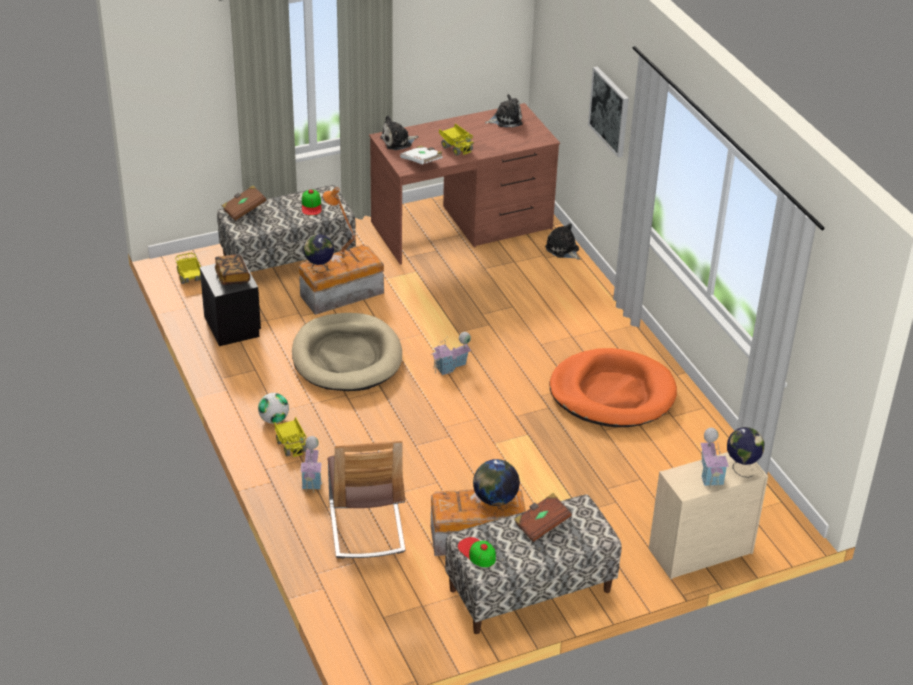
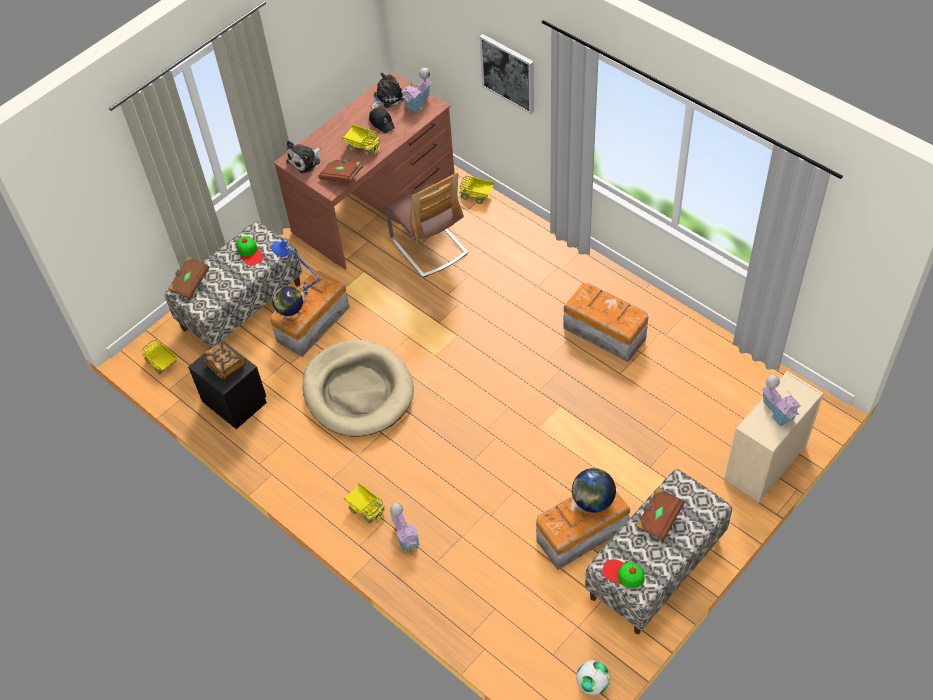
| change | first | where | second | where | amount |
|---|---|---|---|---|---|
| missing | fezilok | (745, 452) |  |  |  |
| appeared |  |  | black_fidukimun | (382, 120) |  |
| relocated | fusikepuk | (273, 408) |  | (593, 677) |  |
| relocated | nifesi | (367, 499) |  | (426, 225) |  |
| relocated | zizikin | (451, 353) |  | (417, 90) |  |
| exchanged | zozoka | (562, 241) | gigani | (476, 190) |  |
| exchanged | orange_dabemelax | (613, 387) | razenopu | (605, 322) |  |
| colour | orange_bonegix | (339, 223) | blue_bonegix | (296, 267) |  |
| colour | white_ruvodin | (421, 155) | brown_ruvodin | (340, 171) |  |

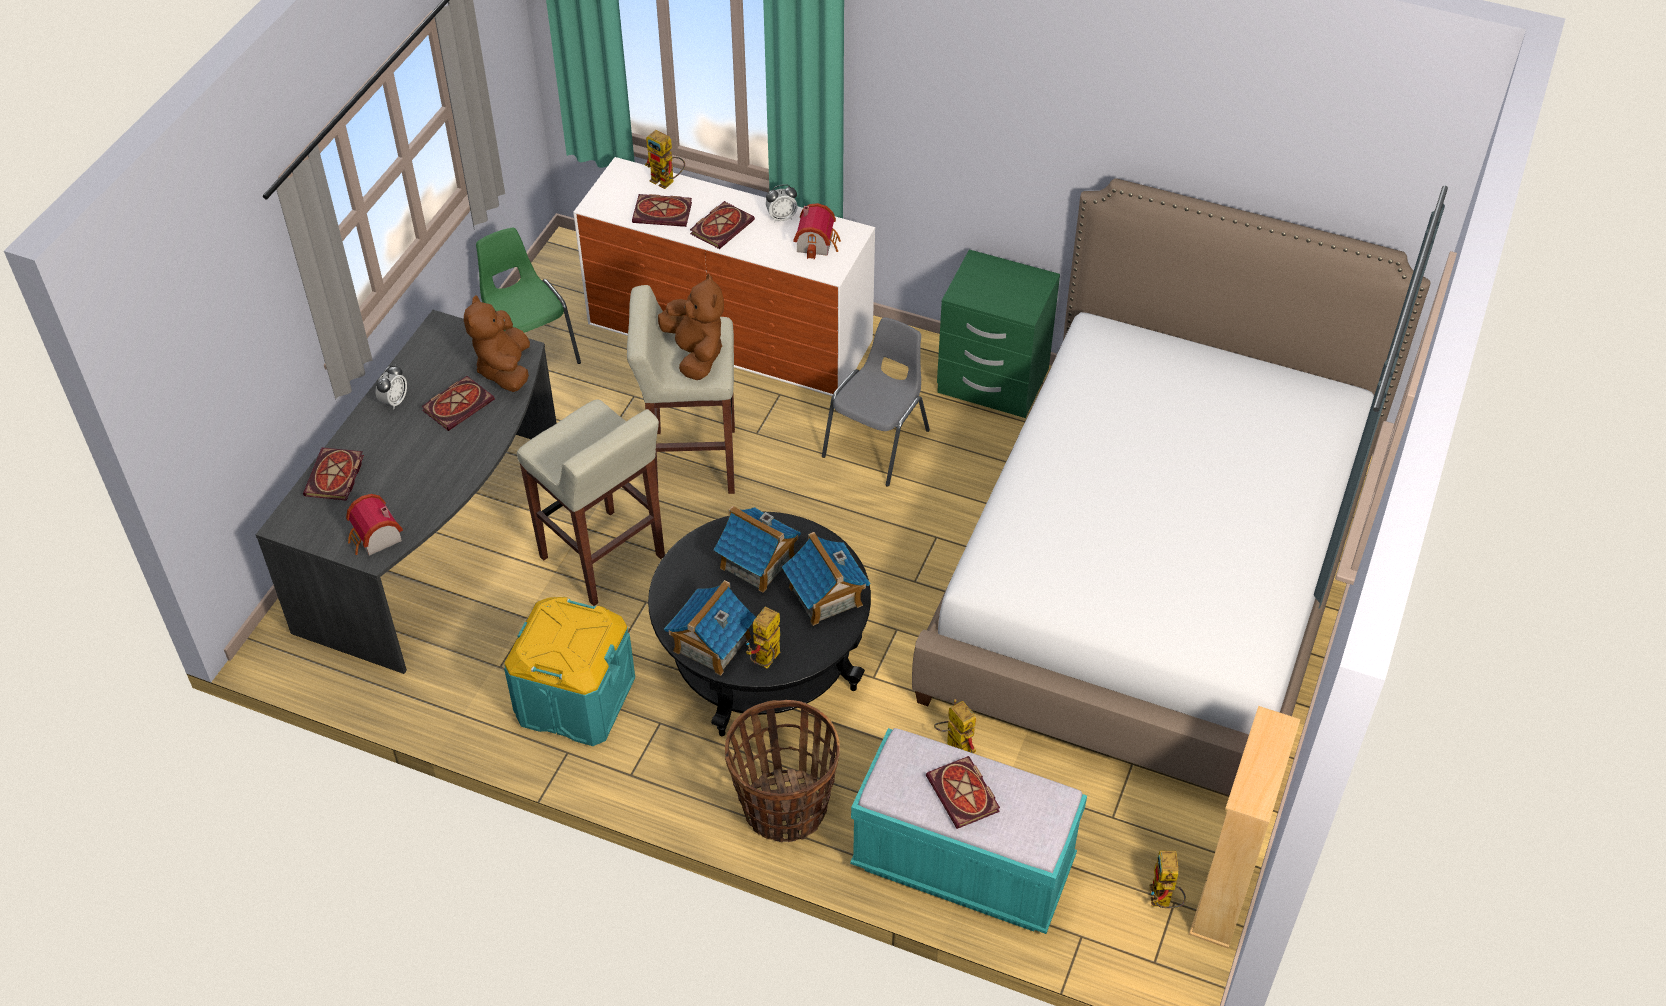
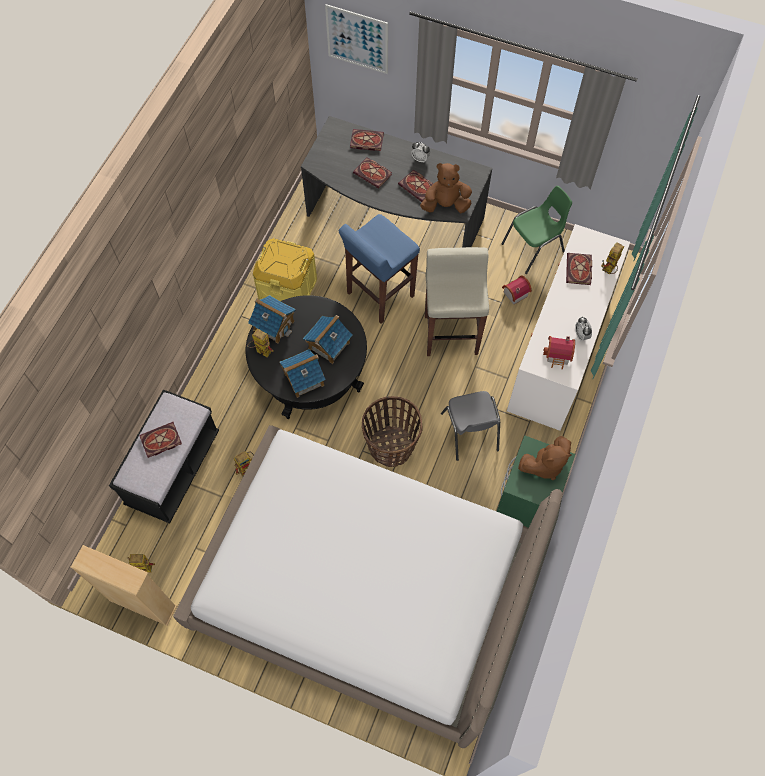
| change | first | where | second | where | amount |
|---|---|---|---|---|---|
| appeared |  |  | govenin | (356, 39) |  |
| relocated | zizikin | (374, 525) |  | (517, 290) |  |
| relocated | brown_zozoka | (691, 327) |  | (545, 458) |  |
| relocated | ruvodin | (722, 225) |  | (372, 173) |  |
| relocated | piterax | (782, 771) |  | (392, 431) |  |
| colour | turquoise_razenopu | (569, 671) | yellow_razenopu | (285, 269) |  |
| colour | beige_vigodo | (591, 503) | blue_vigodo | (379, 269) |  |
| colour | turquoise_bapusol | (968, 831) | black_bapusol | (164, 456) |  |
| spun | grey_nifesi | (876, 402) |  | (470, 426) | 45 degrees clockwise |

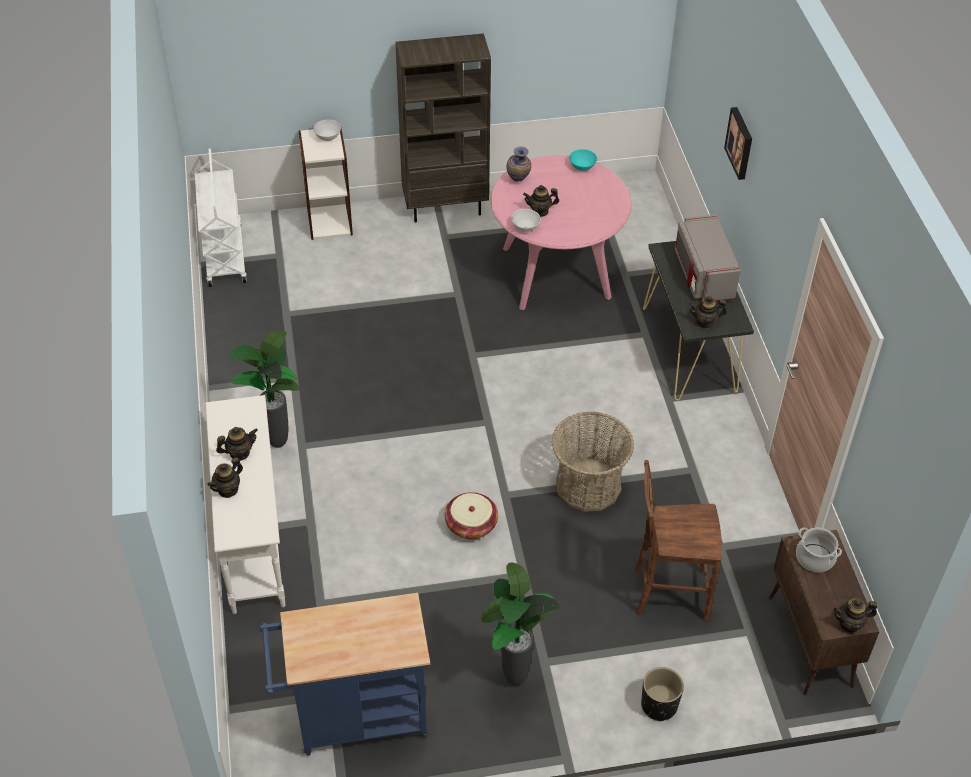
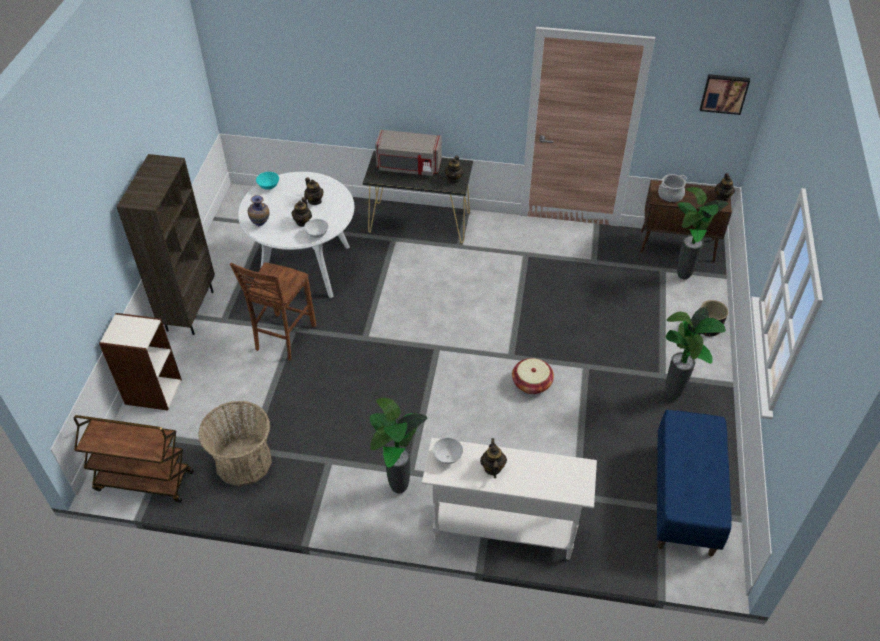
| change | first | where | second | where | amount |
|---|---|---|---|---|---|
| appeared |  |  | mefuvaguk | (702, 233) |  |
| relocated | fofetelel | (225, 477) |  | (314, 191) |  |
| relocated | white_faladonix | (327, 130) |  | (448, 450) |  |
| relocated | piterax | (592, 461) |  | (235, 444) |  |
| relocated | brown_nifesi | (677, 540) |  | (273, 311) |  |
| relocated | govenin | (738, 143) |  | (725, 94) |  |
| exchanged | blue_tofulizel | (345, 674) | blue_bapusol | (694, 483) |  |
| colour | white_tofulizel | (221, 218) | brown_tofulizel | (134, 459) |  |
| colour | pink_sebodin | (561, 232) | white_sebodin | (296, 235) |  |

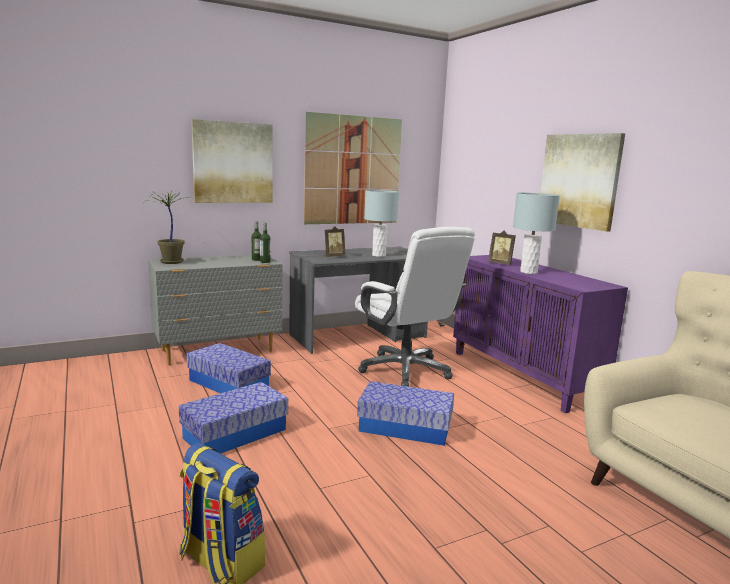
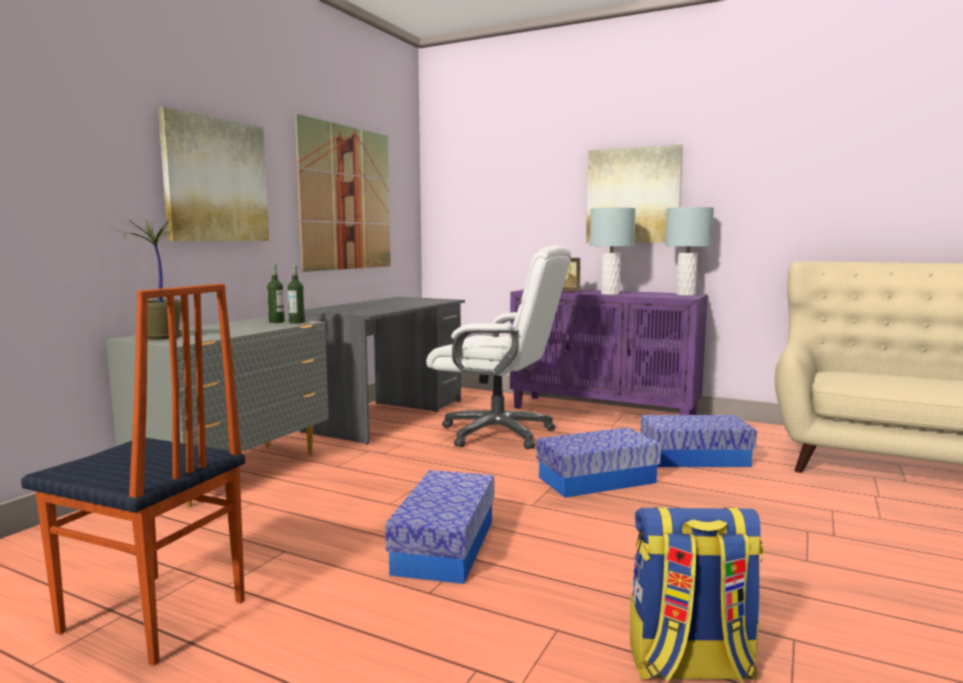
| change | first | where | second | where | amount |
|---|---|---|---|---|---|
| missing | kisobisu | (334, 241) |  |  |  |
| appeared |  |  | nifesi | (133, 475) |  |
| relocated | razenopu | (228, 368) |  | (698, 441) |  |
| relocated | grey_bonegix | (381, 223) |  | (689, 251) |  |

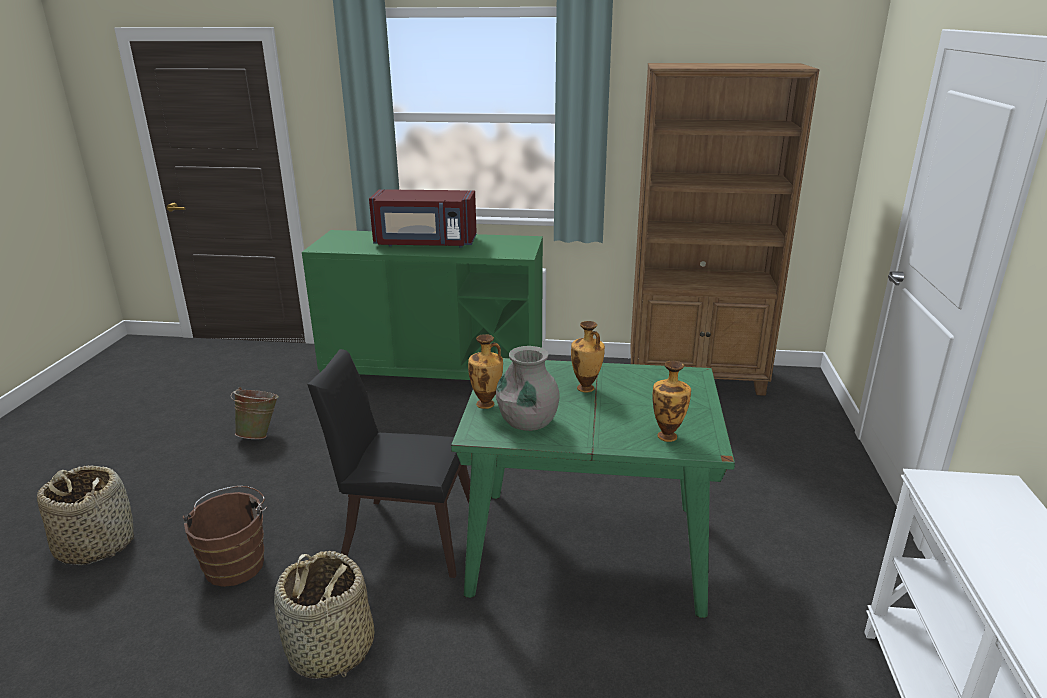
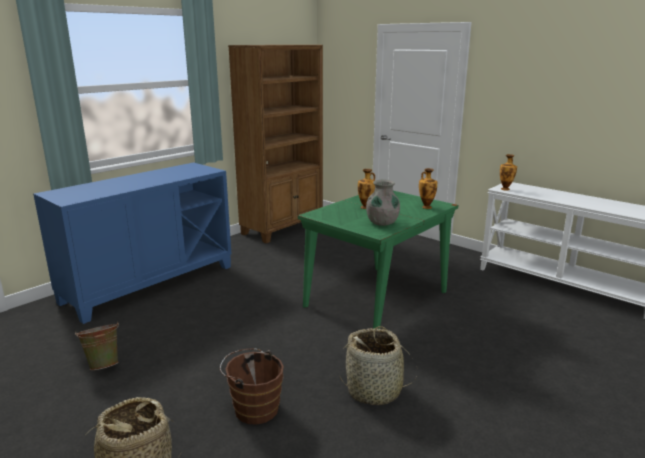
| change | first | where | second | where | amount |
|---|---|---|---|---|---|
| missing | black_nifesi | (388, 463) |  |  |  |
| missing | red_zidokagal | (423, 218) |  |  |  |
| relocated | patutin | (485, 371) |  | (508, 172) |  |
| colour | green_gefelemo | (422, 305) | blue_gefelemo | (132, 243) |  |

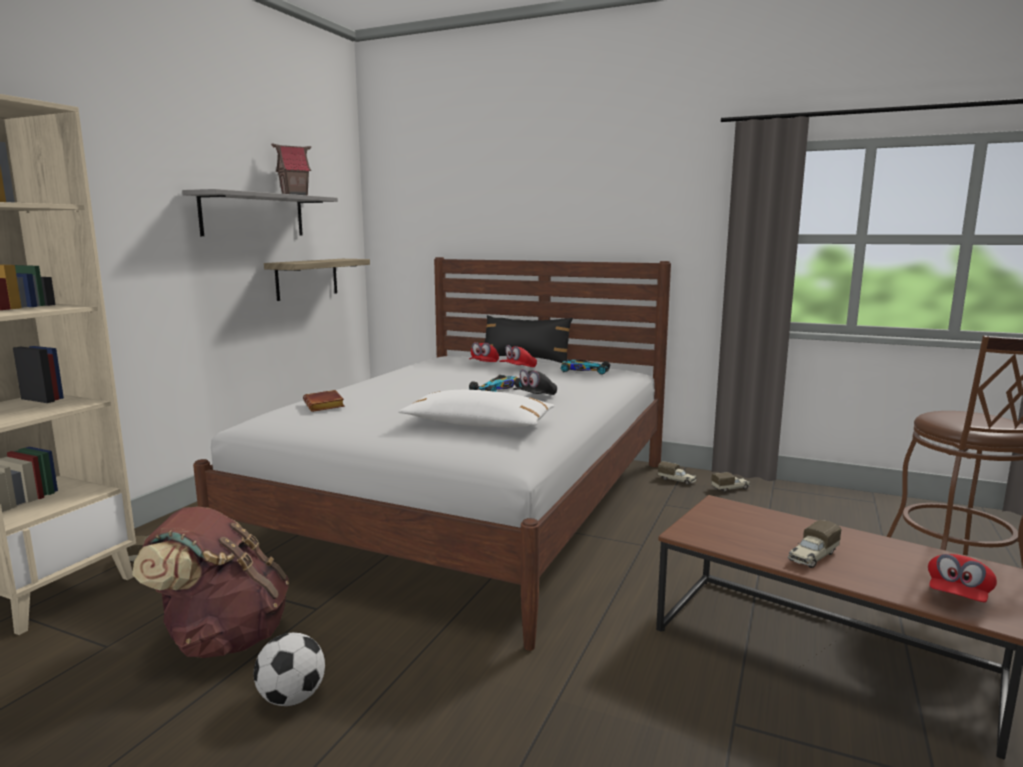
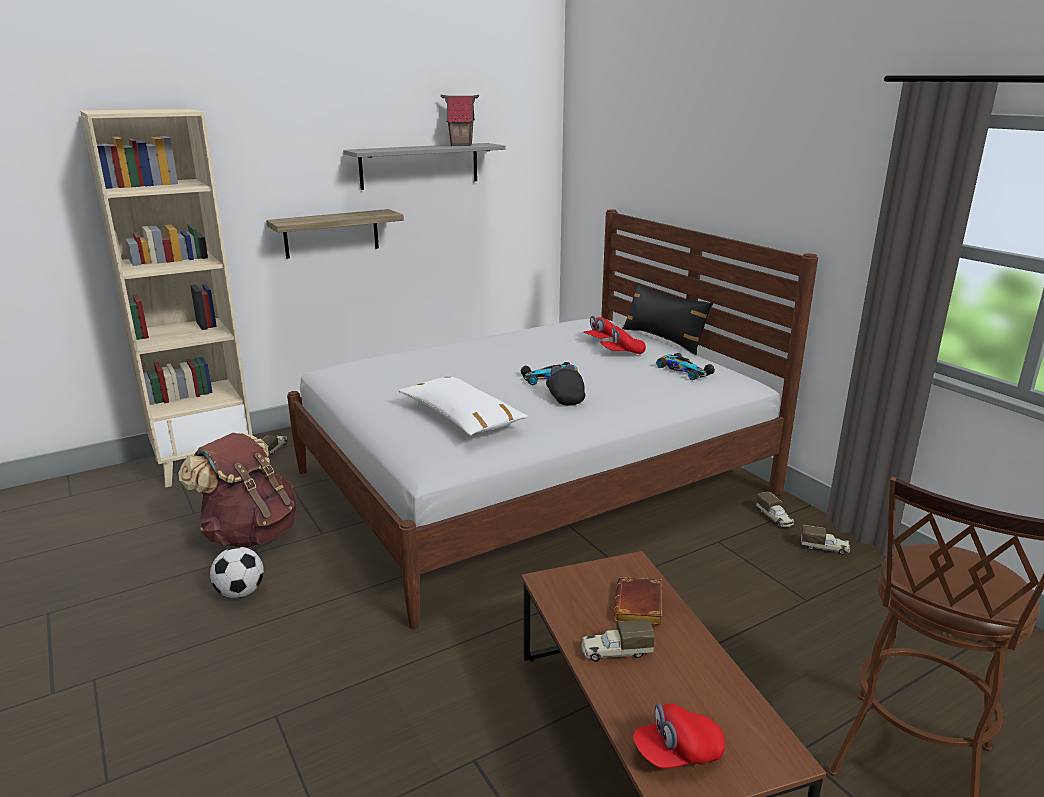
| change | first | where | second | where | amount |
|---|---|---|---|---|---|
| relocated | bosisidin | (317, 280) |  | (335, 234) |  |
| relocated | brown_ruvodin | (324, 401) |  | (638, 601) |  |
| spun | black_fidukimun | (535, 382) |  | (565, 385) | 90 degrees clockwise |

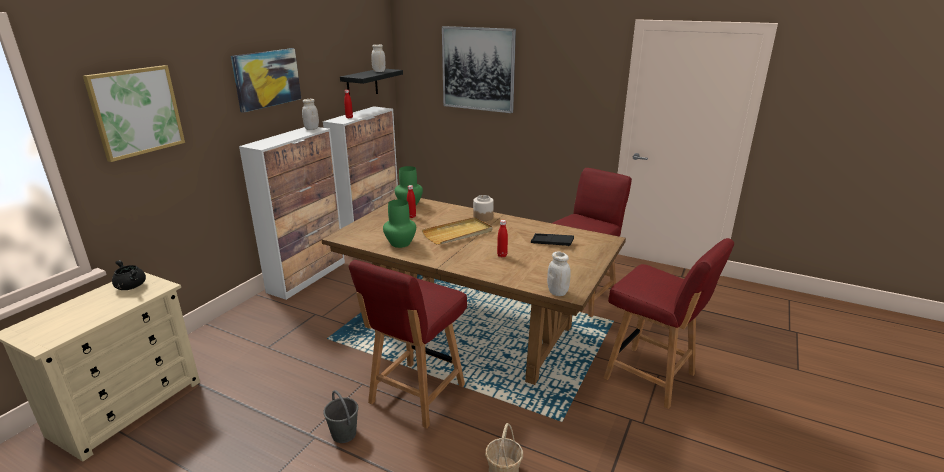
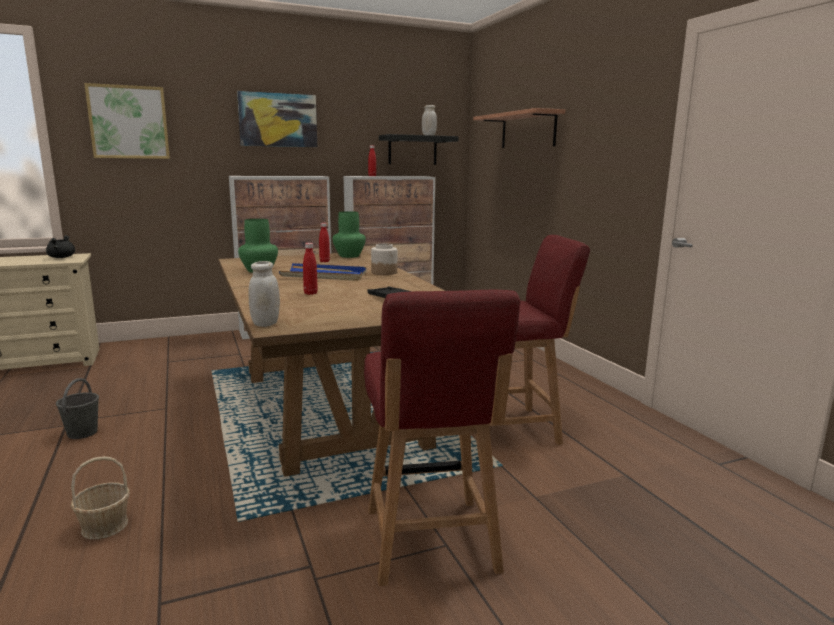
| change | first | where | second | where | amount |
|---|---|---|---|---|---|
| missing | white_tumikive | (310, 114) |  |  |  |
| missing | red_nifesi | (407, 344) |  |  |  |
| exchanged | govenin | (479, 69) | bosisidin | (519, 128) |  |
| colour | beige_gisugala | (457, 231) | blue_gisugala | (323, 272) |  |

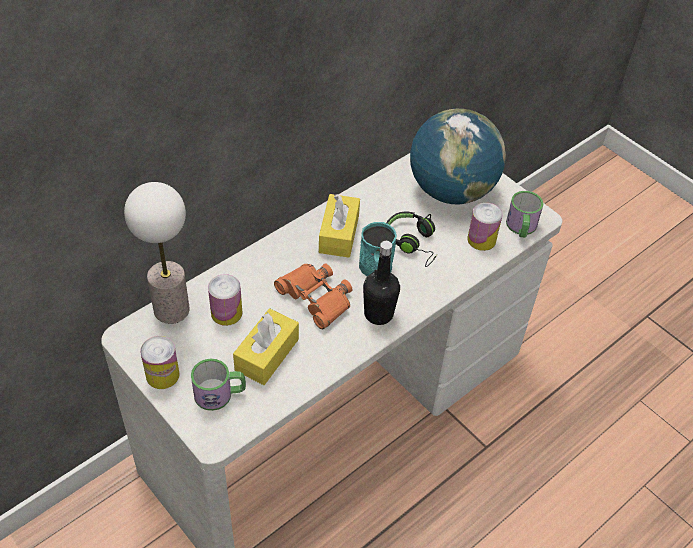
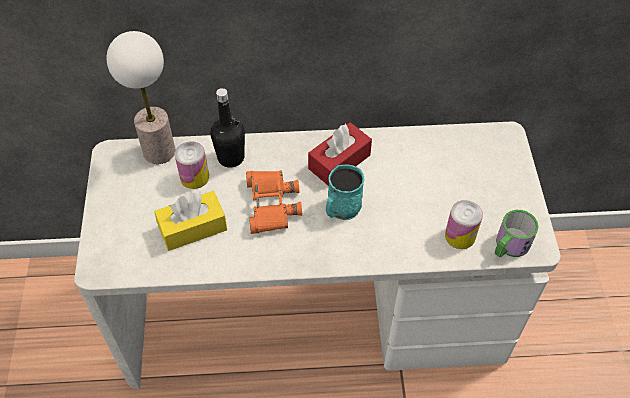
| change | first | where | second | where | amount |
|---|---|---|---|---|---|
| missing | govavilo | (160, 362) |  |  |  |
| missing | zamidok | (218, 385) |  |  |  |
| missing | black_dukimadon | (412, 239) |  |  |  |
| missing | fezilok | (458, 156) |  |  |  |
| relocated | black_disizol | (381, 283) |  | (227, 128) |  |
| colour | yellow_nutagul | (339, 226) | red_nutagul | (340, 154) |  |

